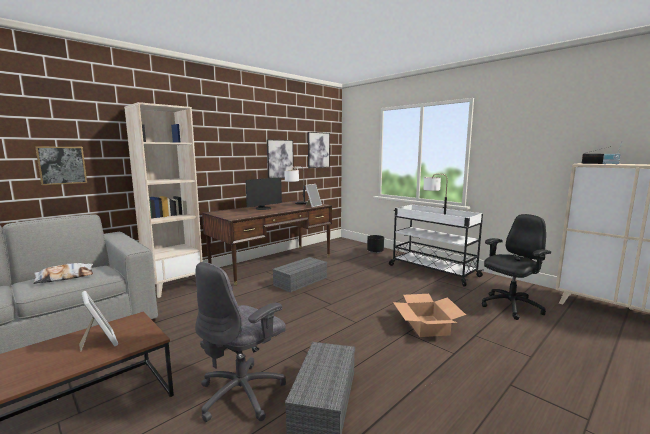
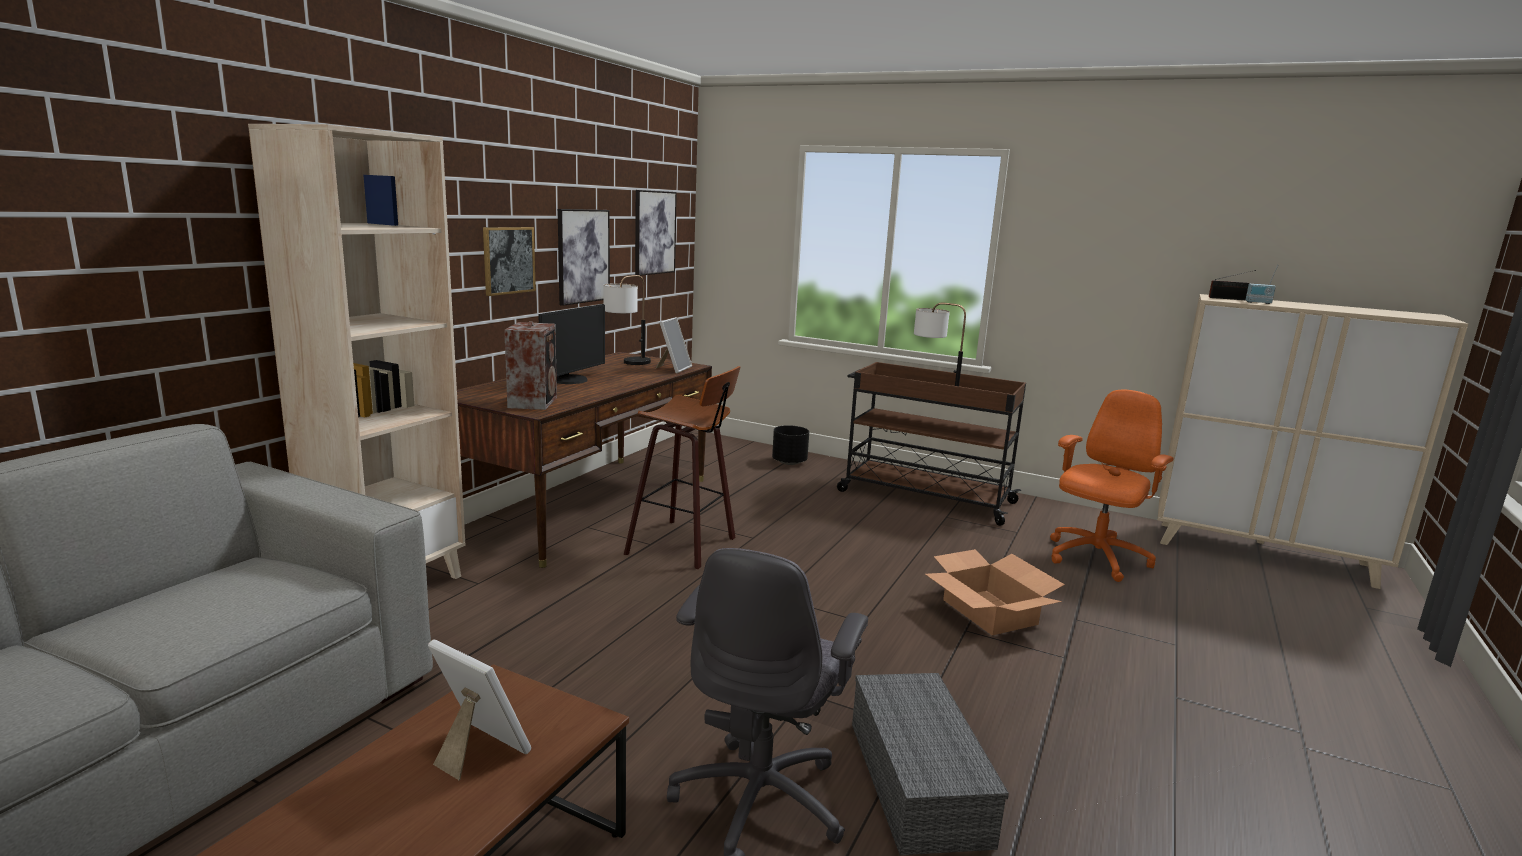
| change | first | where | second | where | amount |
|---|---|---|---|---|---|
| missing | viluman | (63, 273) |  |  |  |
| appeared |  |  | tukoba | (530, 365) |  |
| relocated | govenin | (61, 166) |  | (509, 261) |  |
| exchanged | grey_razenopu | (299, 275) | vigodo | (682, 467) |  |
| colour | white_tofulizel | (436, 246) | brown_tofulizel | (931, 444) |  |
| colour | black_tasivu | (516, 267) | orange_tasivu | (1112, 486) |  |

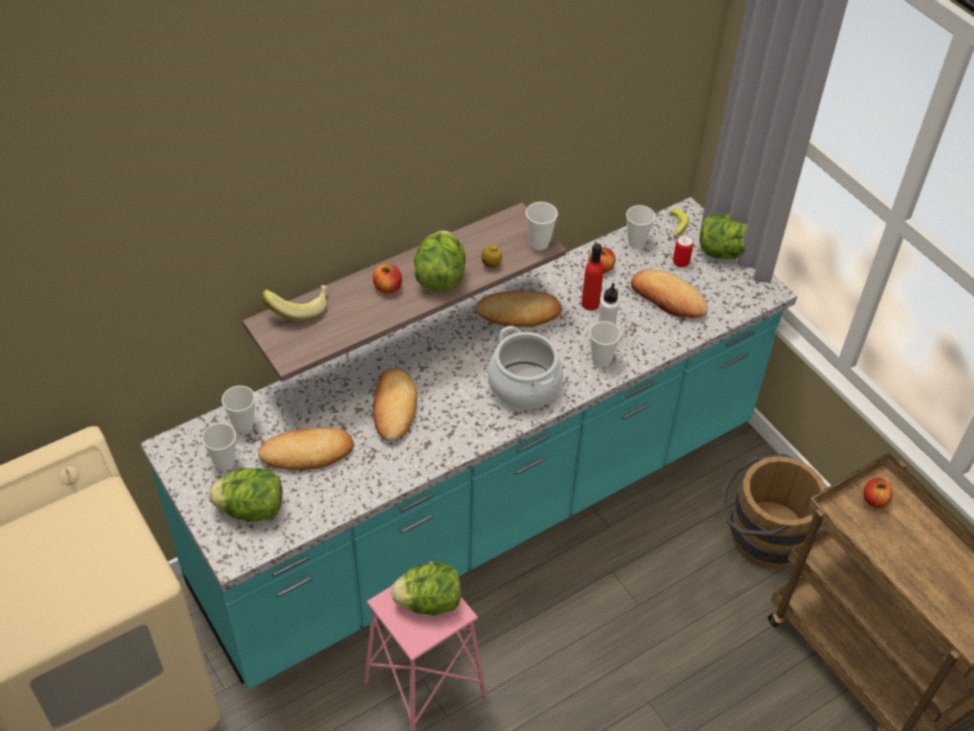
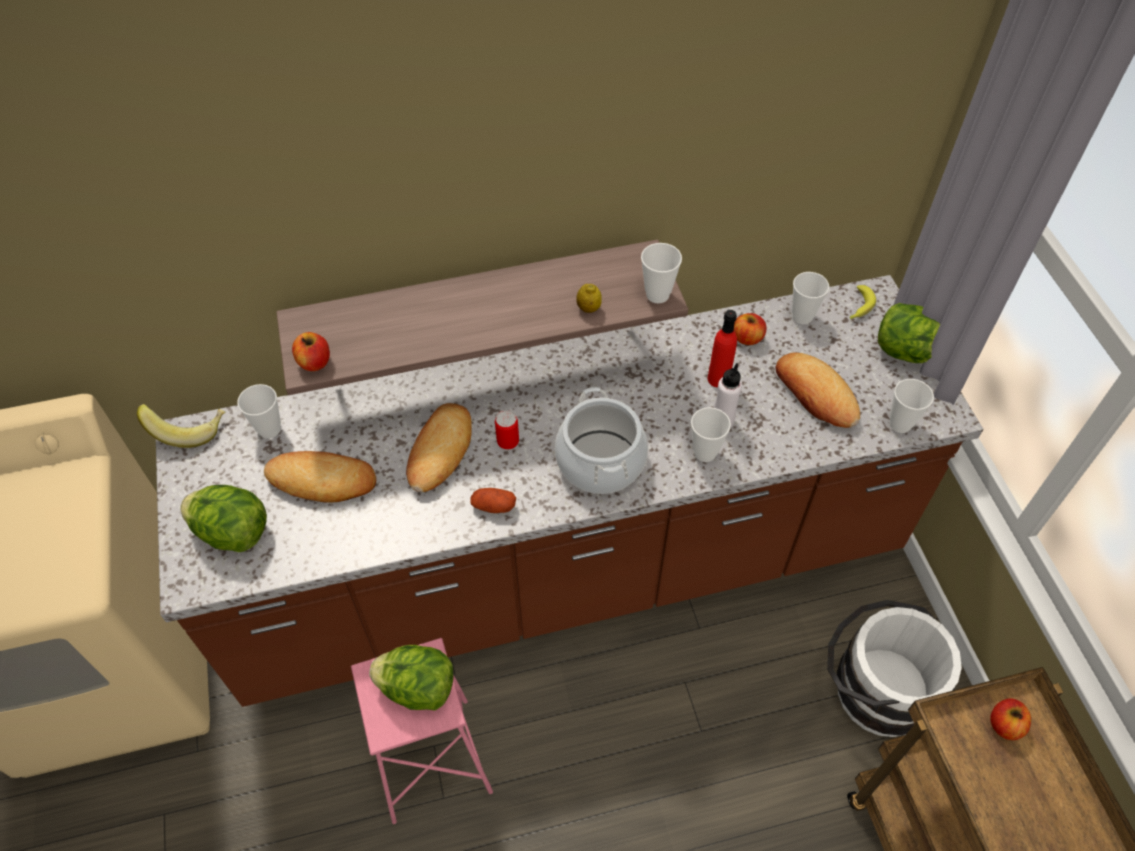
| change | first | where | second | where | amount |
|---|---|---|---|---|---|
| missing | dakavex | (440, 261) |  |  |  |
| missing | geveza | (518, 308) |  |  |  |
| appeared |  |  | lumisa | (493, 500) |  |
| relocated | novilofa | (219, 447) |  | (911, 406) |  |
| relocated | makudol | (295, 303) |  | (181, 426) |  |
| relocated | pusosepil | (387, 279) |  | (311, 351) |  |
| relocated | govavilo | (683, 251) |  | (507, 429) |  |
| colour | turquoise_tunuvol | (468, 443) | brown_tunuvol | (569, 491) |  |
| colour | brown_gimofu | (773, 511) | white_gimofu | (894, 668) |  |

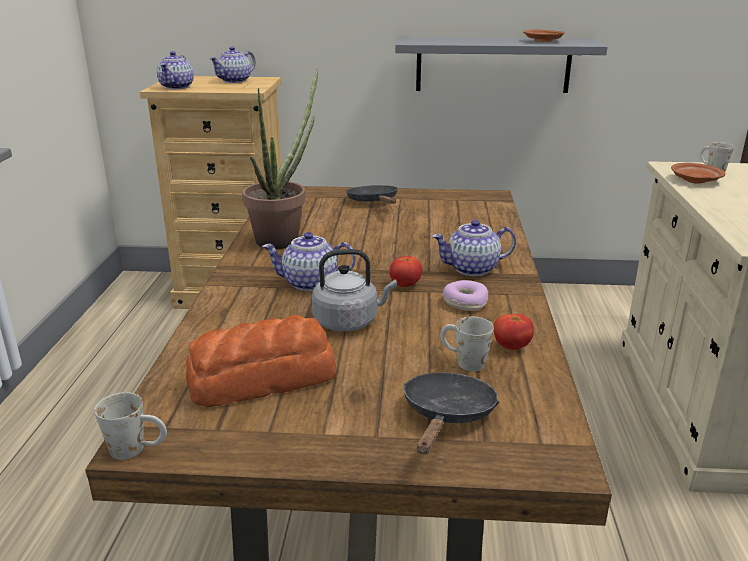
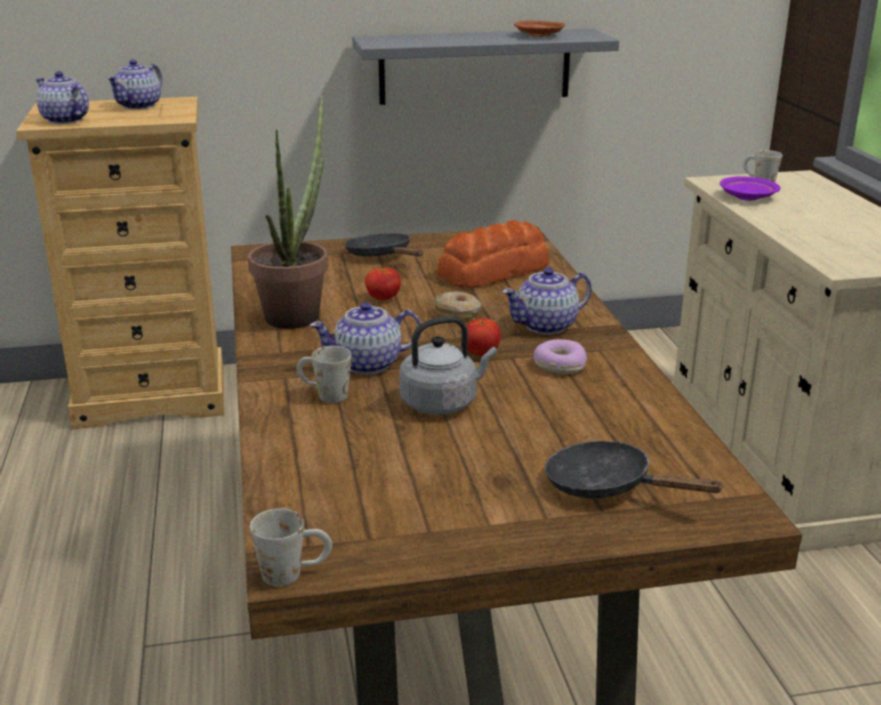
| change | first | where | second | where | amount |
|---|---|---|---|---|---|
| appeared |  |  | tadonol | (458, 306) |  |
| relocated | geveza | (261, 361) |  | (493, 254) |  |
| relocated | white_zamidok | (467, 344) |  | (324, 374) |  |
| relocated | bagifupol | (514, 332) |  | (383, 284) |  |
| colour | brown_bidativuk | (698, 173) | purple_bidativuk | (750, 188) |  |
| spun | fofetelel | (175, 70) |  | (62, 97) | 135 degrees clockwise |
| spun | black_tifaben | (452, 413) |  | (635, 469) | 60 degrees counterclockwise |

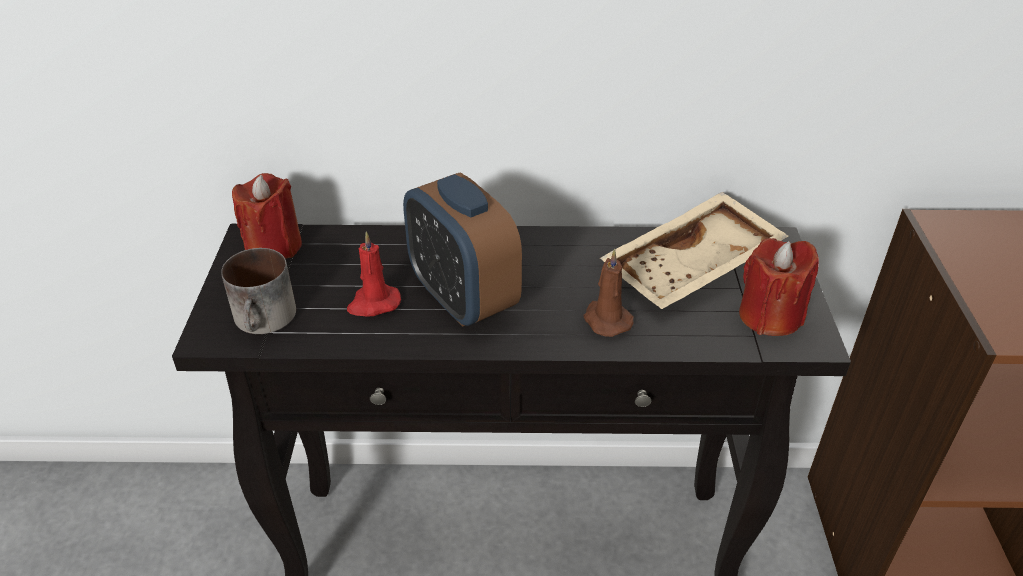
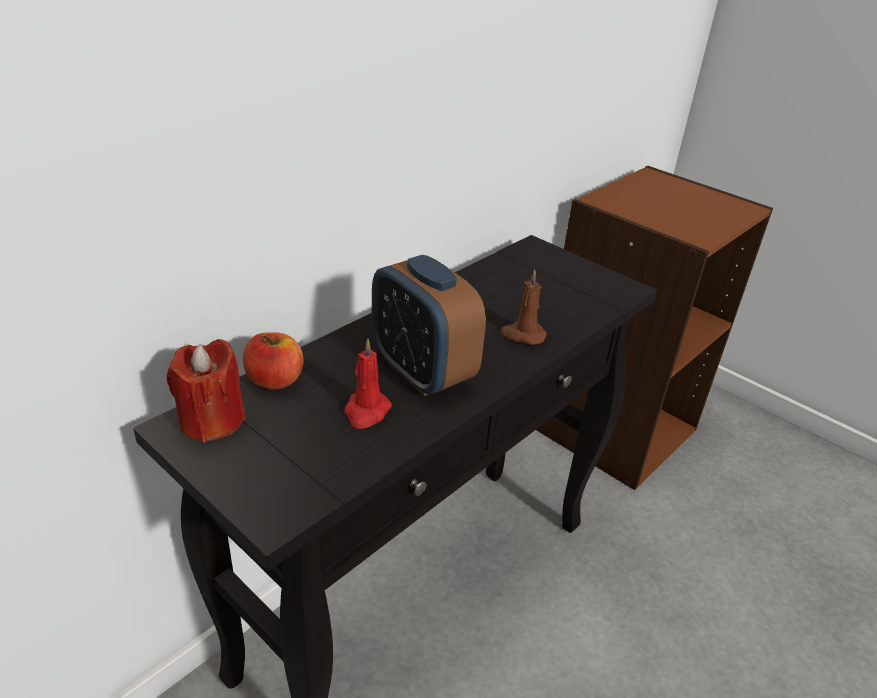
| change | first | where | second | where | amount |
|---|---|---|---|---|---|
| missing | zamidok | (258, 291) |  |  |  |
| missing | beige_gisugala | (694, 250) |  |  |  |
| missing | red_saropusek | (779, 287) |  |  |  |
| appeared |  |  | pusosepil | (273, 360) |  |
| spun | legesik | (462, 249) |  | (429, 325) | 45 degrees clockwise |

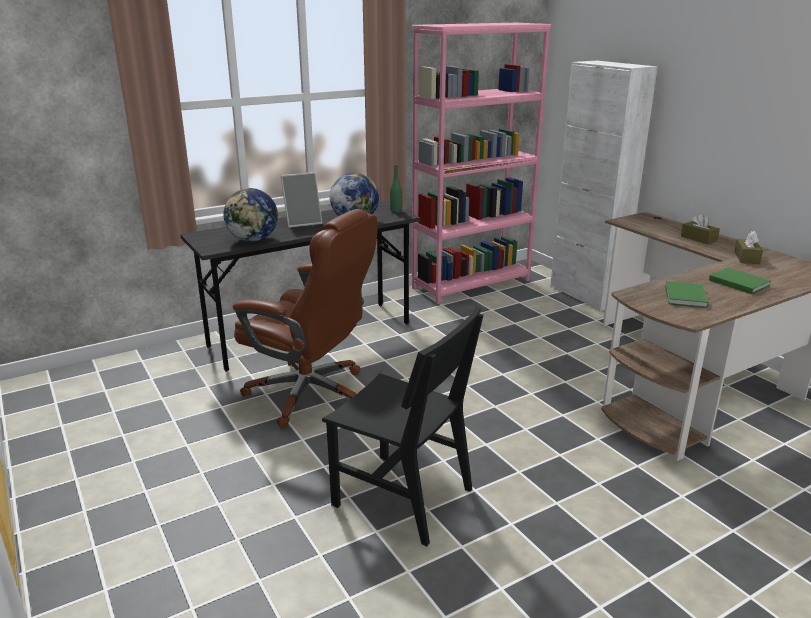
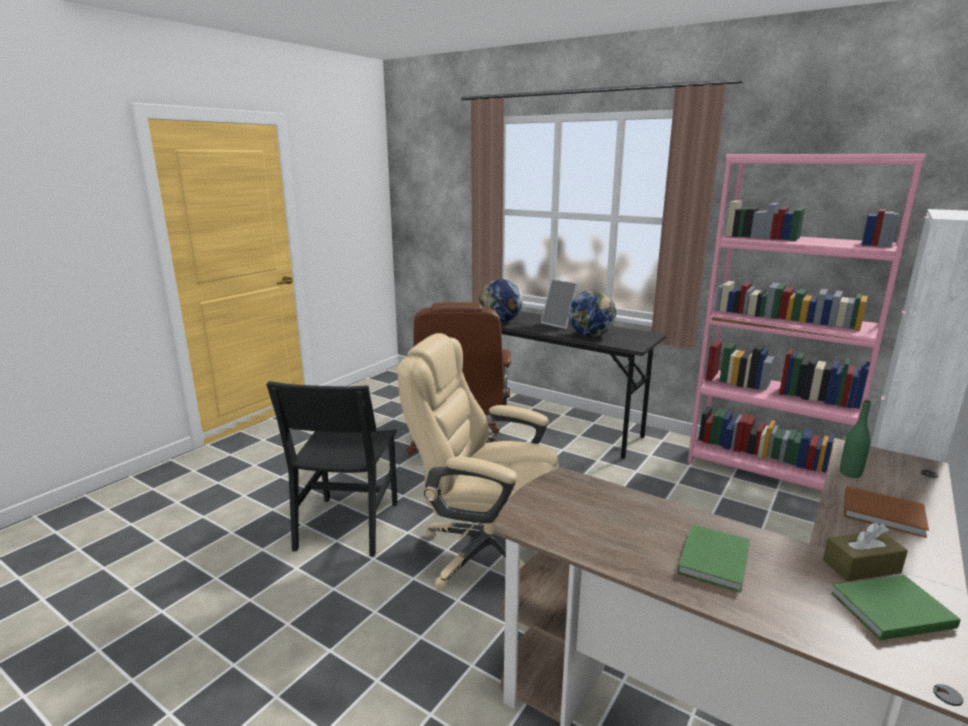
| change | first | where | second | where | amount |
|---|---|---|---|---|---|
| appeared |  |  | beige_tasivu | (478, 462) |  |
| relocated | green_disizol | (396, 189) |  | (855, 439) |  |
| relocated | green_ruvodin | (687, 294) |  | (896, 607) |  |
| exchanged | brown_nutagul | (700, 229) | brown_ruvodin | (886, 512) |  |

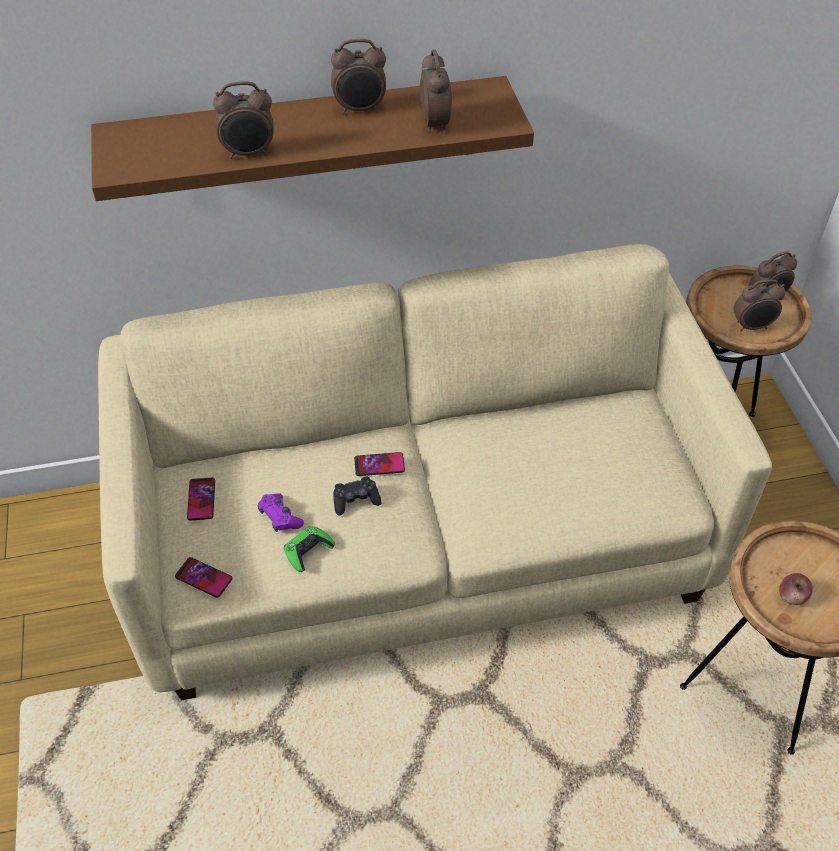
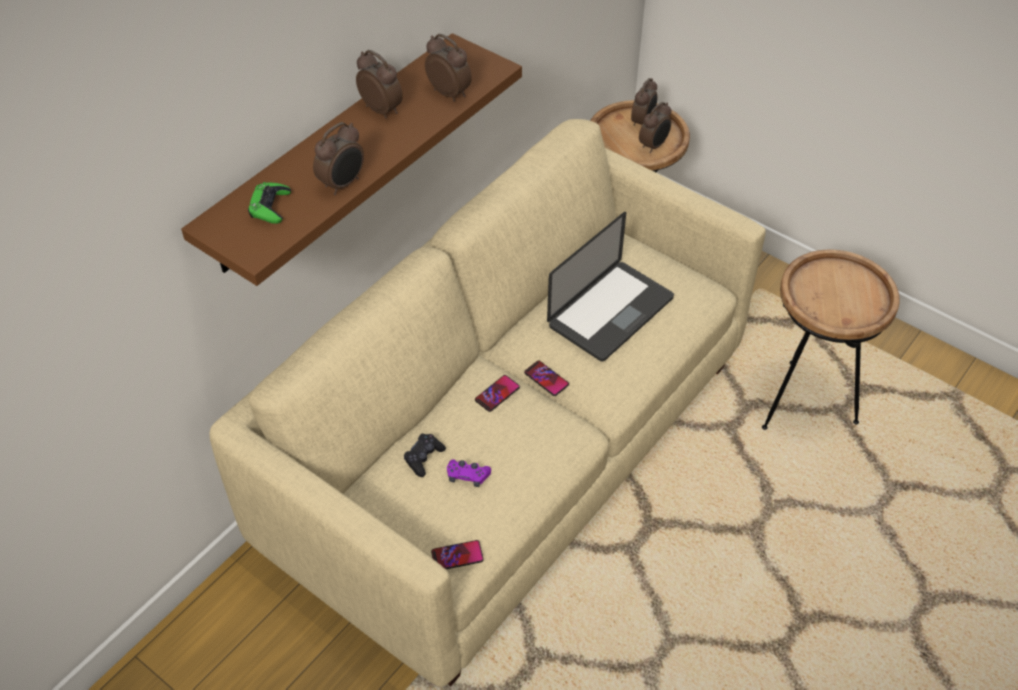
| change | first | where | second | where | amount |
|---|---|---|---|---|---|
| missing | pusosepil | (796, 589) |  |  |  |
| appeared |  |  | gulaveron | (610, 287) |  |
| relocated | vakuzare | (201, 499) |  | (546, 378) |  |
| relocated | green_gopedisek | (309, 549) |  | (269, 203) |  |
| relocated | black_gopedisek | (357, 496) |  | (425, 455) |  |
| spun | legesik | (358, 76) |  | (379, 84) | 90 degrees counterclockwise |

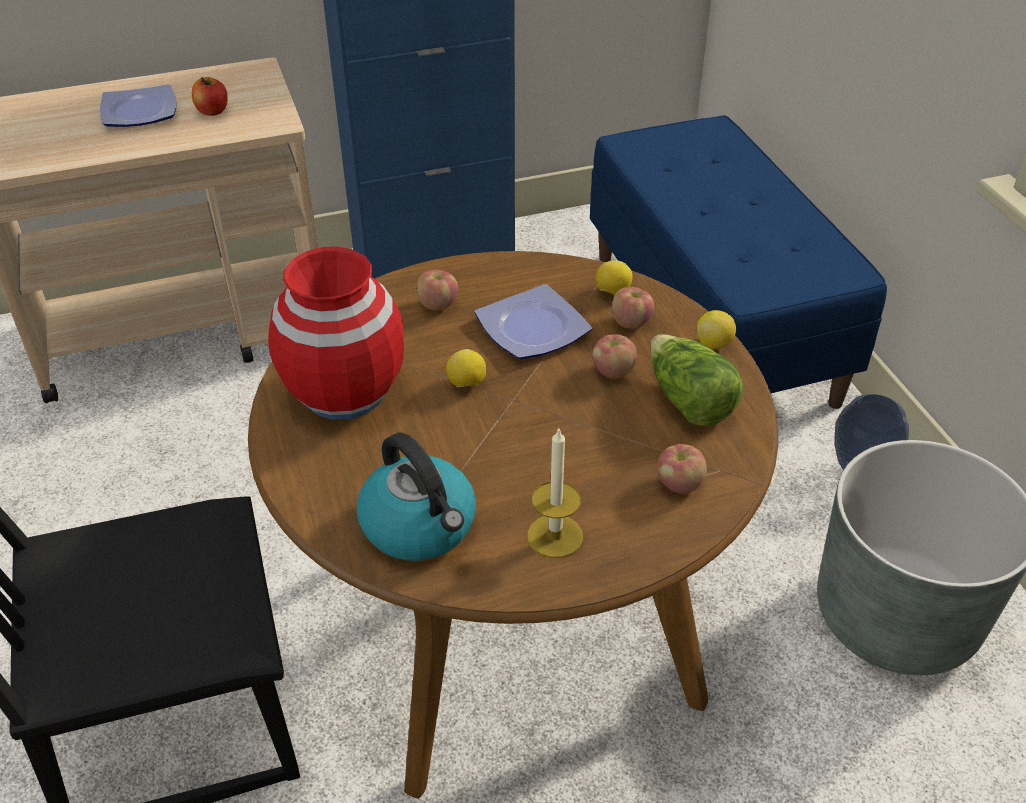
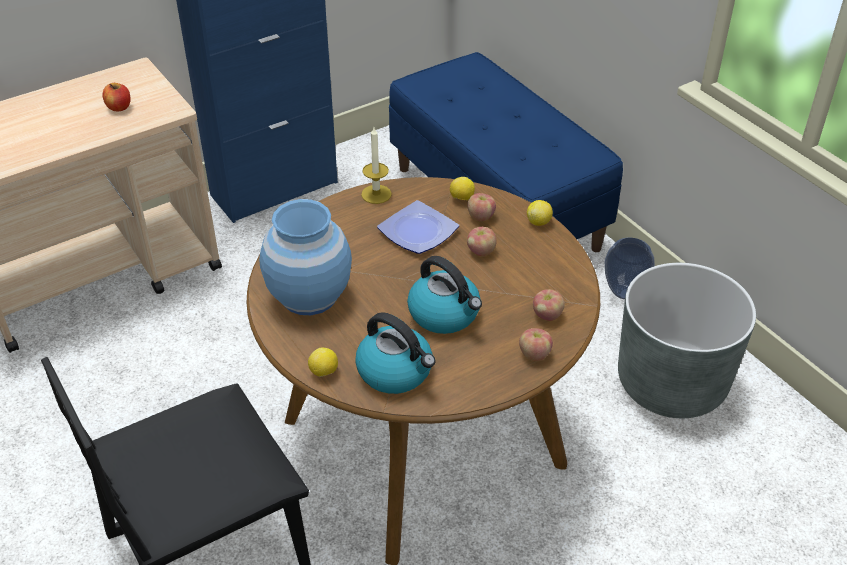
| change | first | where | second | where | amount |
|---|---|---|---|---|---|
| missing | bidativuk | (138, 105) |  |  |  |
| missing | dakavex | (697, 380) |  |  |  |
| appeared |  |  | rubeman | (444, 295) |  |
| relocated | pusosepil | (437, 290) |  | (536, 344) |  |
| relocated | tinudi | (466, 368) |  | (323, 362) |  |
| relocated | saropusek | (555, 493) |  | (376, 165) |  |
| colour | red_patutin | (336, 333) | blue_patutin | (305, 257) |  |

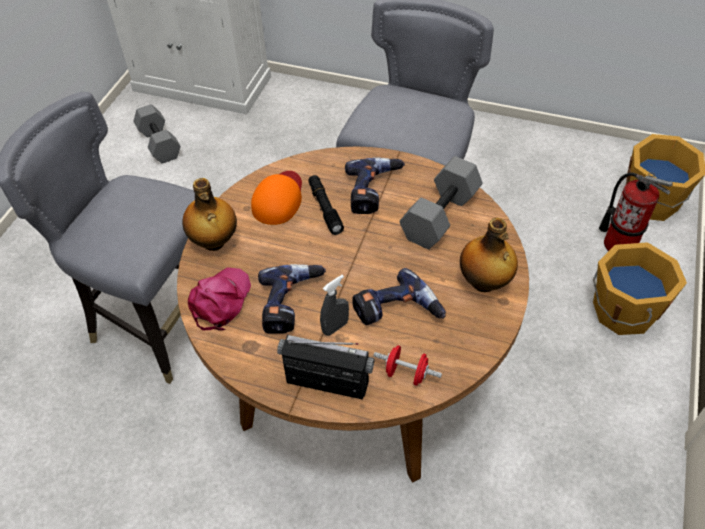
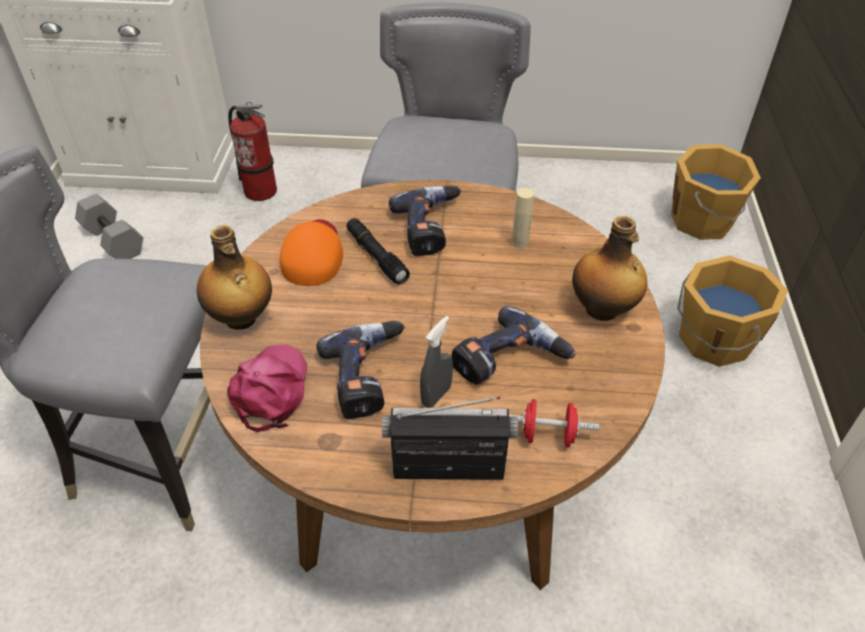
| change | first | where | second | where | amount |
|---|---|---|---|---|---|
| relocated | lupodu | (636, 211) |  | (252, 151) |  |
| exchanged | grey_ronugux | (441, 202) | beige_disizol | (523, 218) |  |

